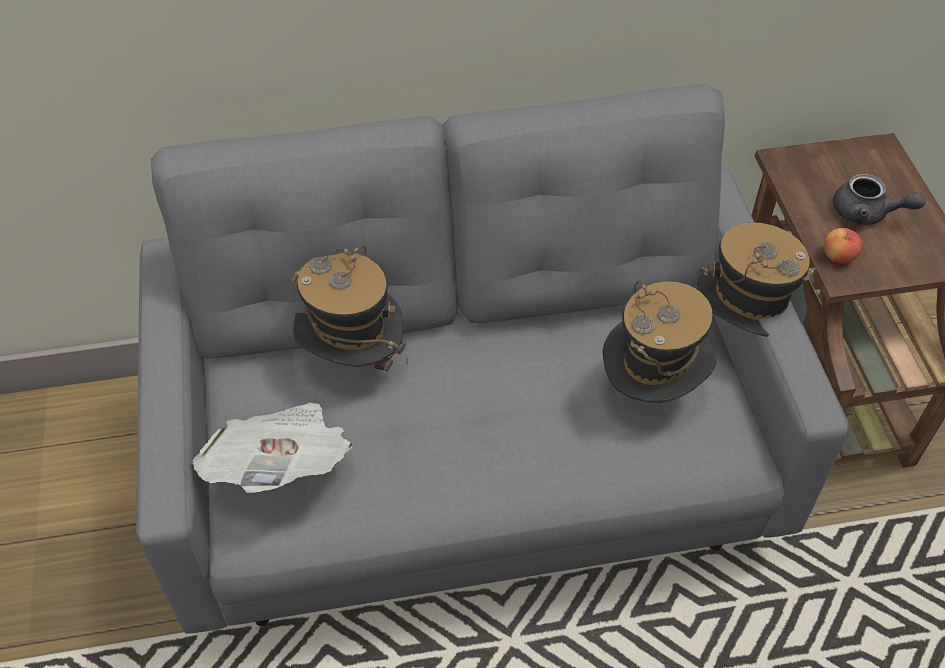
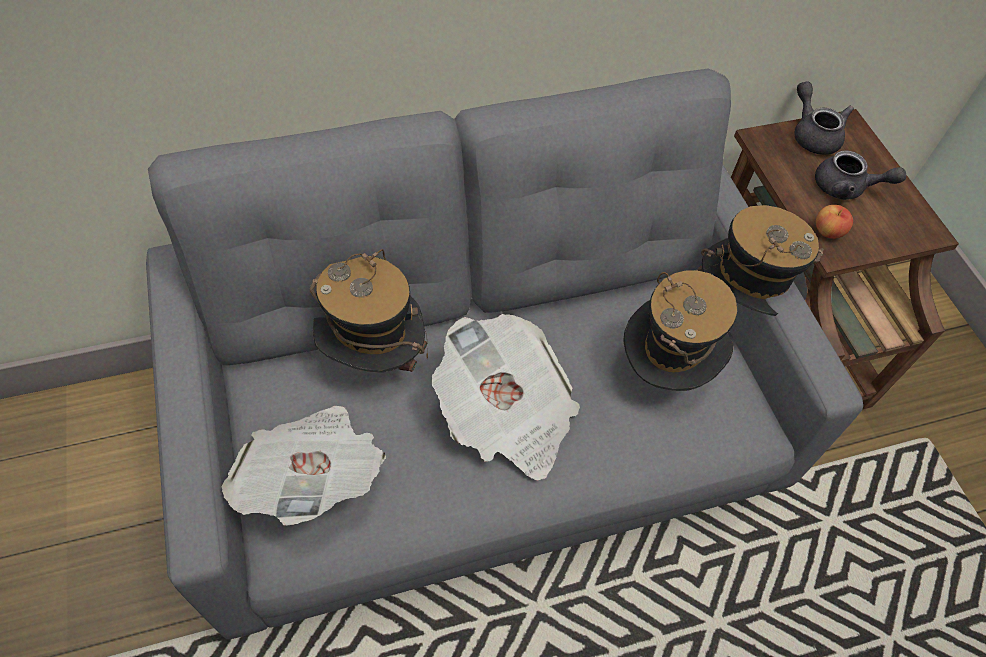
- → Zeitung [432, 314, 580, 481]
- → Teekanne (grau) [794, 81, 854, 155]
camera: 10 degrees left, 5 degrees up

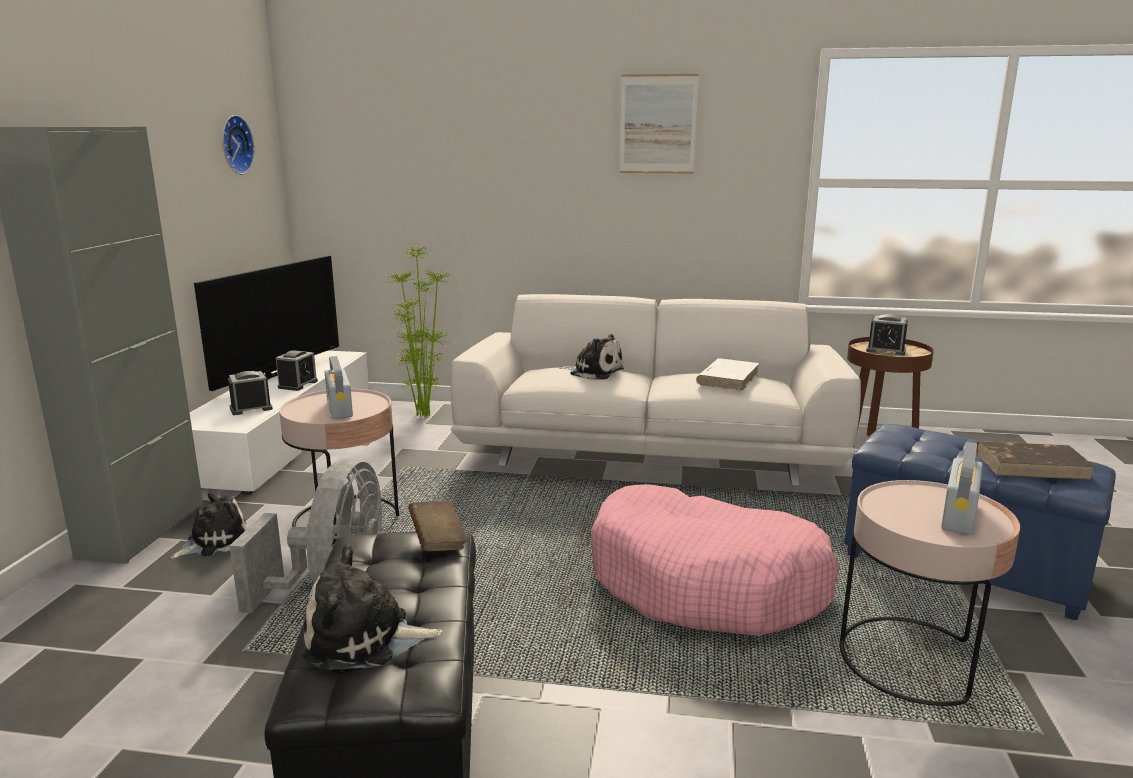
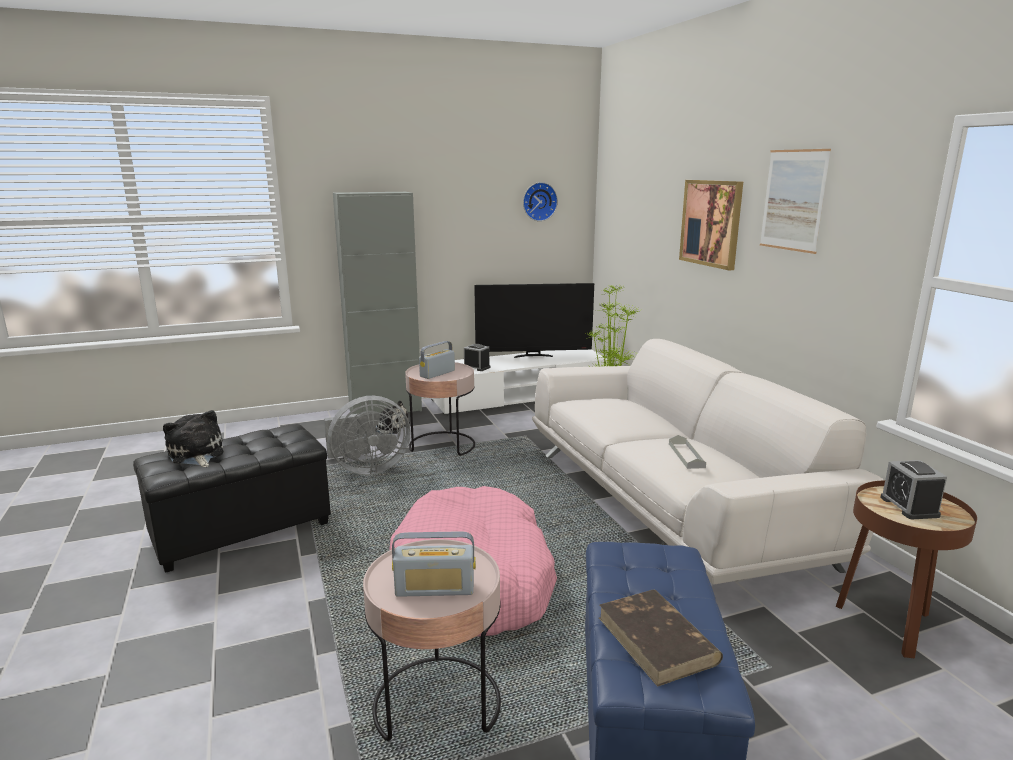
Wecker [276, 350, 318, 391] → -
Buch (braun) [408, 501, 467, 551] → -
Plüschtier [559, 334, 624, 380] → -
- → Bild [679, 180, 743, 270]
Buch (weiß) [696, 358, 759, 391] → Tablett (grau) [669, 435, 706, 469]
camera: 60 degrees right, 0 degrees up

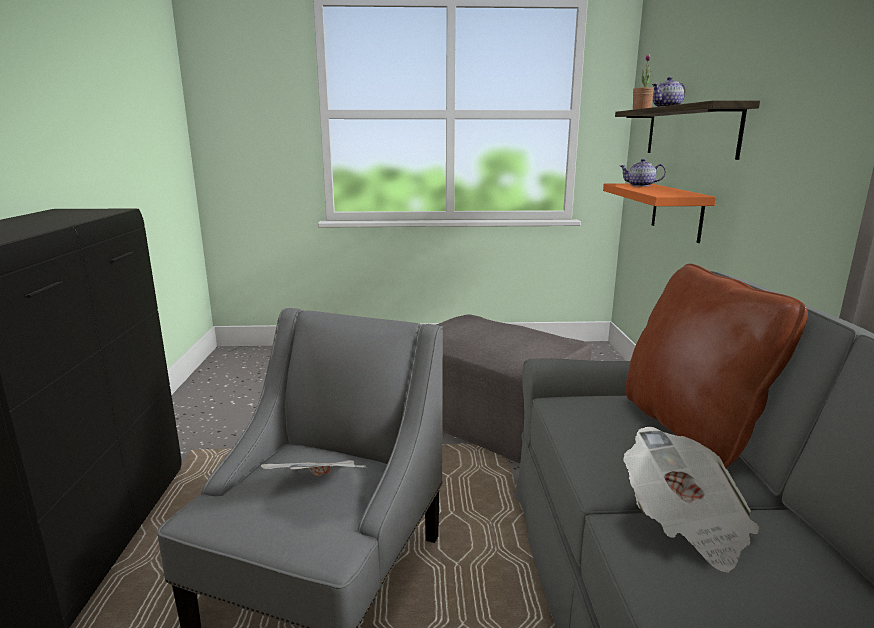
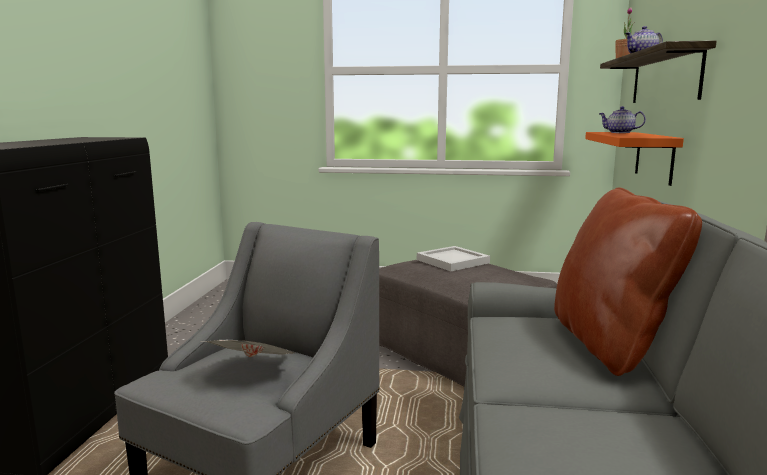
Zeitung [623, 427, 760, 573] → -
- → Tablett (weiß) [417, 246, 490, 271]
camera: 10 degrees right, 5 degrees down

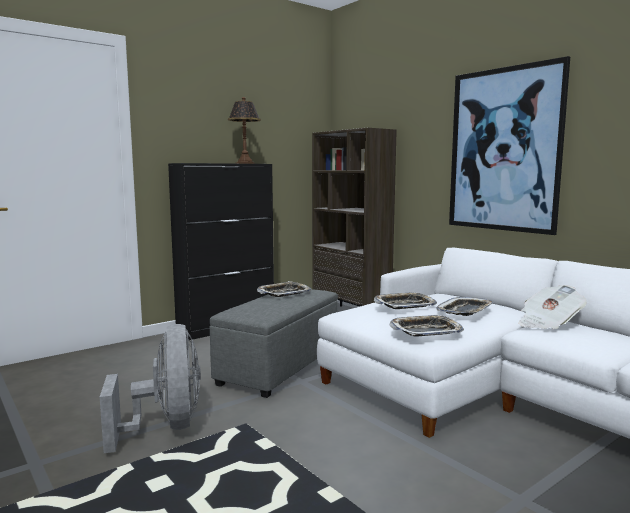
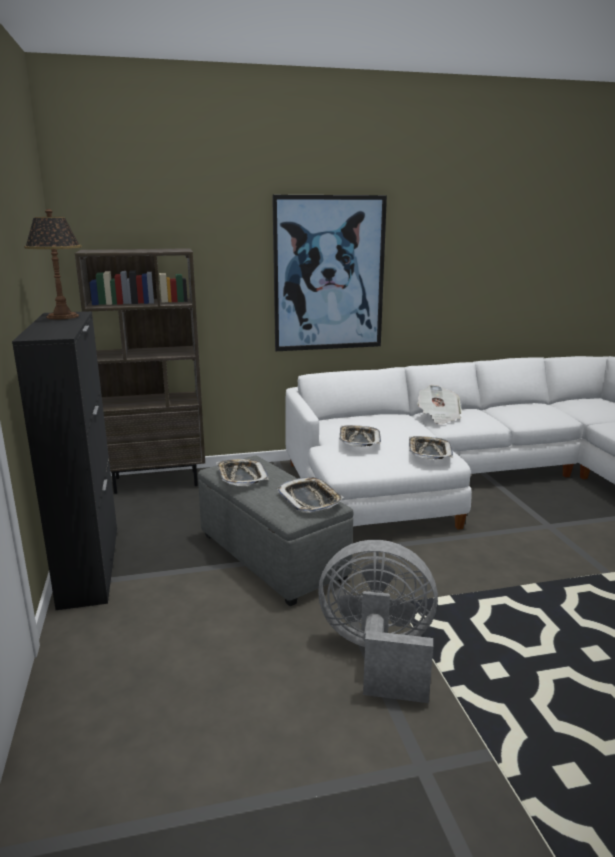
Tablett [436, 297, 494, 316] → Tablett [277, 477, 344, 513], relocated
camera: 65 degrees left, 10 degrees up

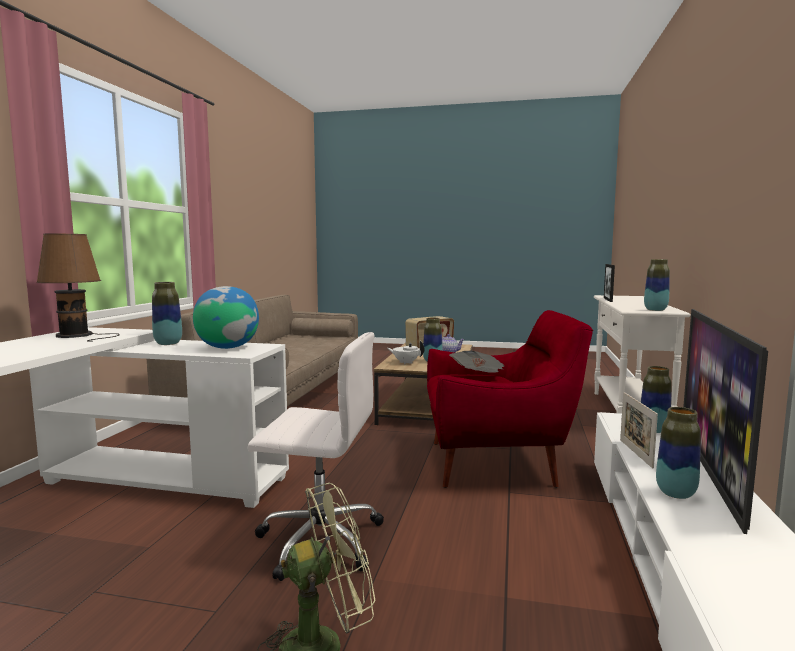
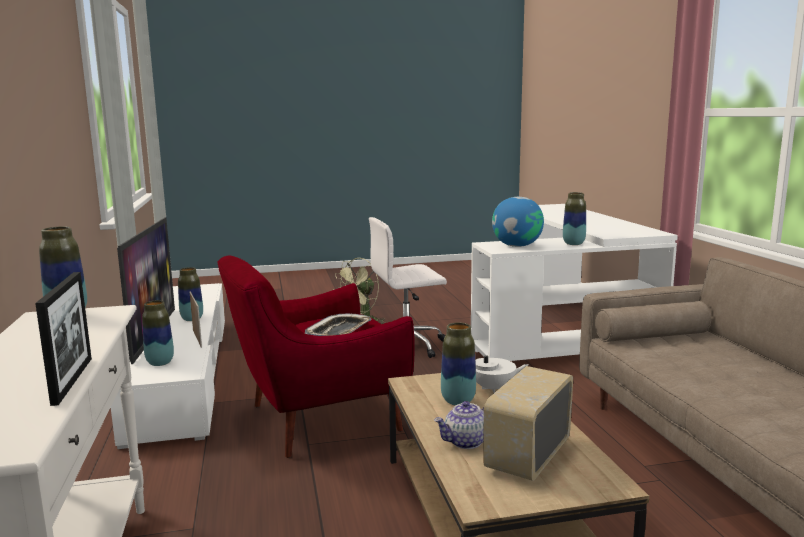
Tischlampe (braun) [36, 234, 120, 342] → -
Zeitung [449, 351, 504, 373] → Tablett [305, 314, 372, 336]
camera: 155 degrees right, 5 degrees up

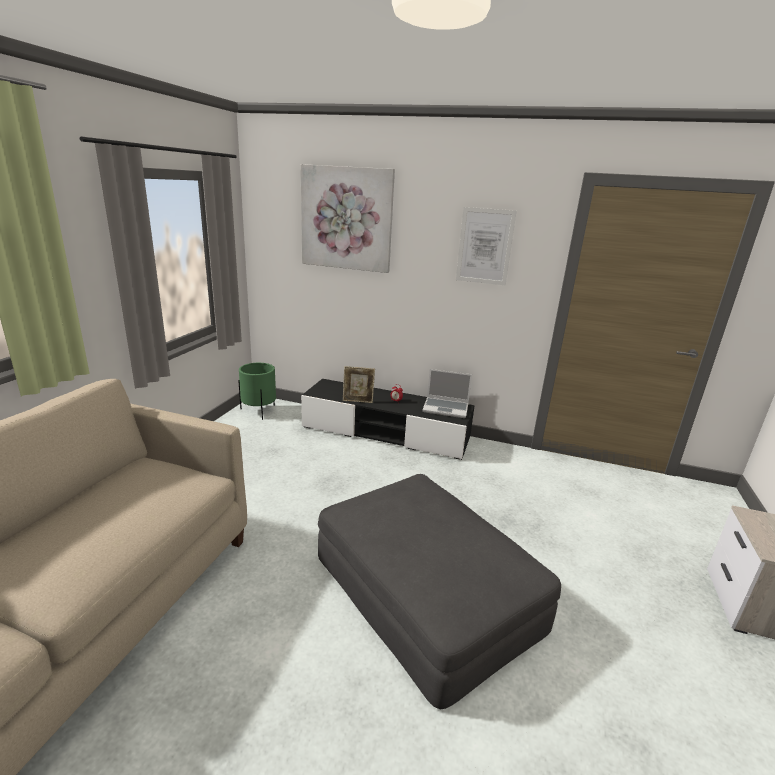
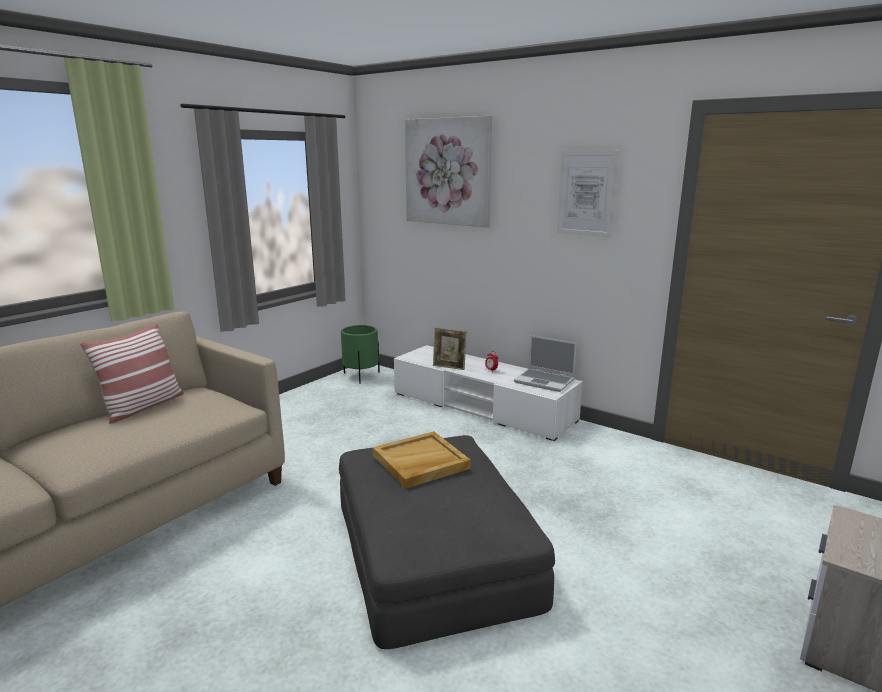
- → Kissen [80, 323, 184, 424]
- → Tablett (beige) [373, 431, 471, 489]
Fernsehschrank (schwarz) [301, 379, 475, 460] → Fernsehschrank (weiß) [394, 345, 583, 441]
camera: 20 degrees right, 5 degrees down

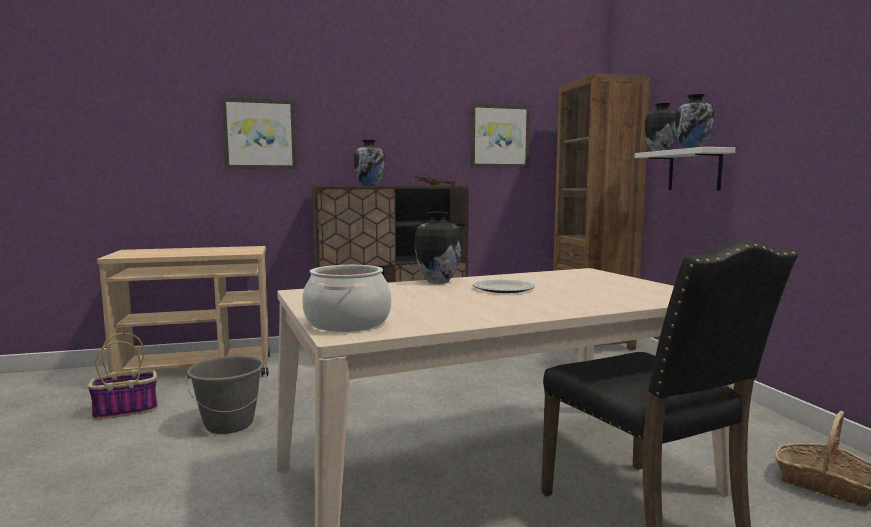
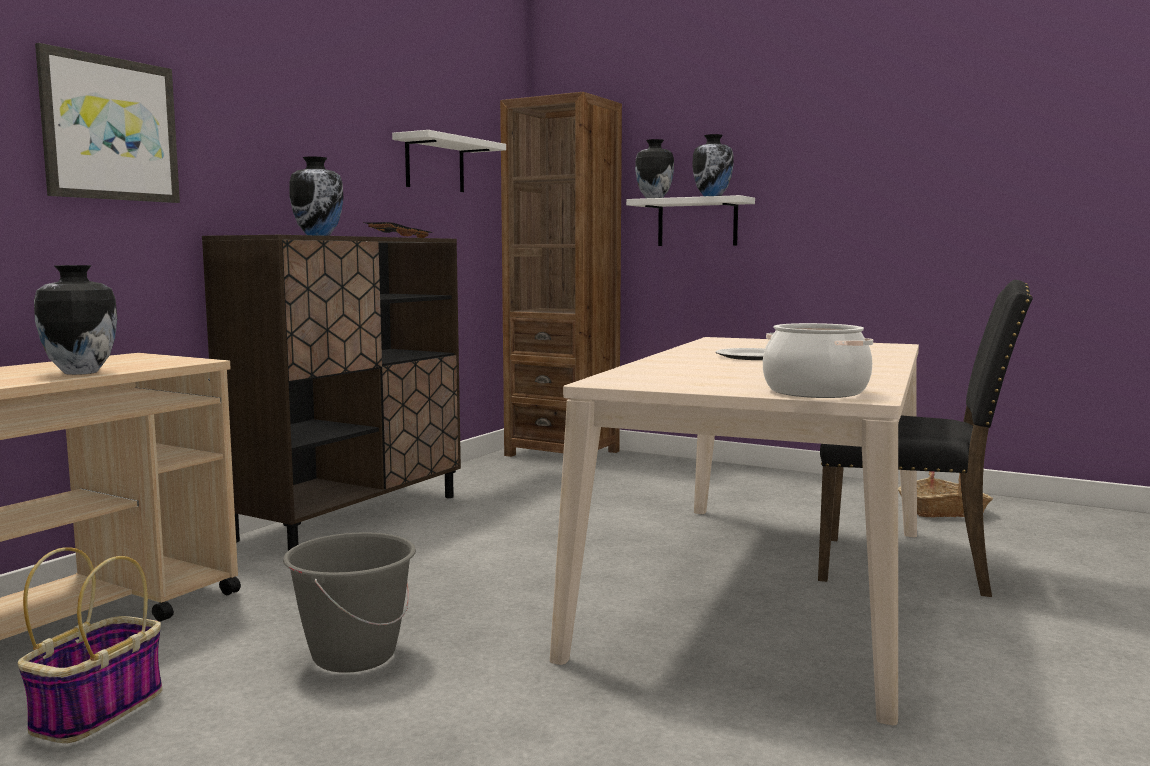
Vase [415, 212, 462, 284] → Vase [34, 265, 117, 375], relocated
Bild [470, 103, 530, 168] → Wandregal (weiß) [392, 130, 506, 192]
camera: 45 degrees left, 0 degrees up

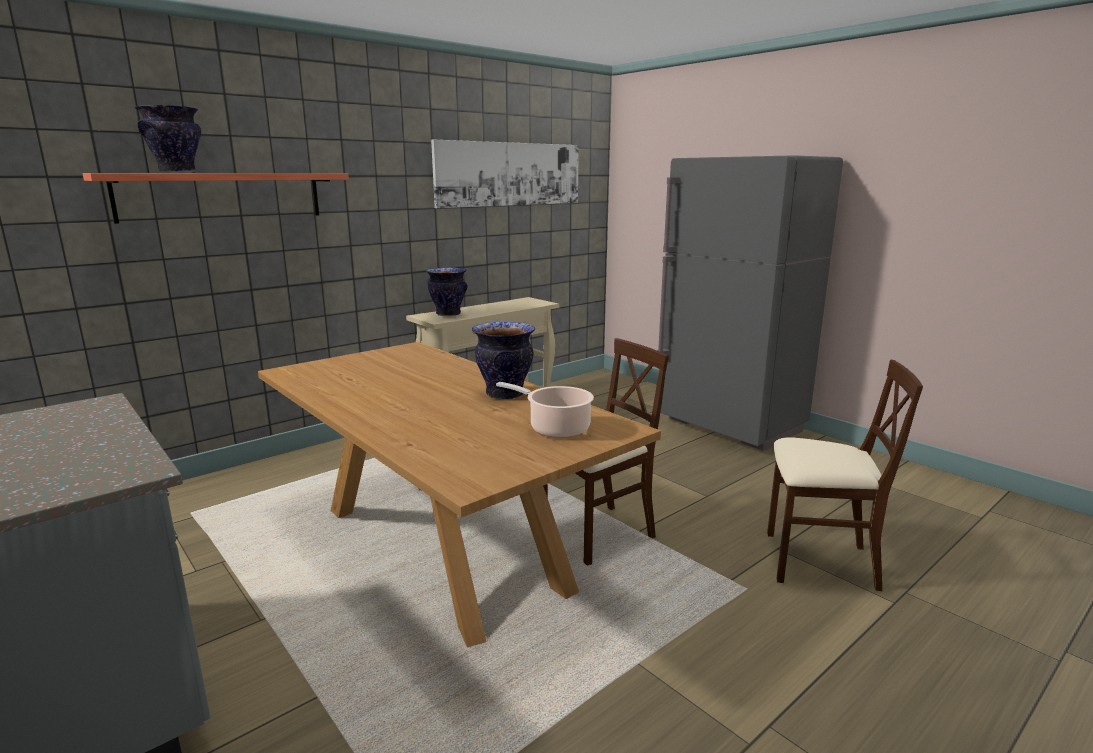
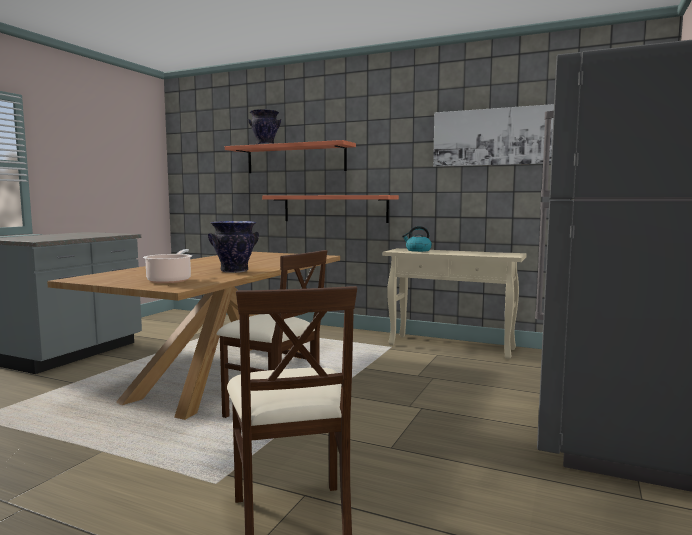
- → Wandregal [262, 195, 399, 223]
Vase [426, 268, 467, 316] → Wasserkessel [402, 226, 432, 252]
camera: 65 degrees right, 10 degrees down

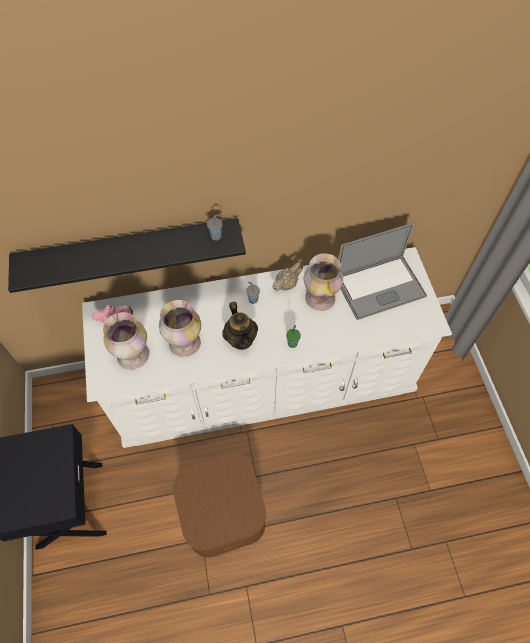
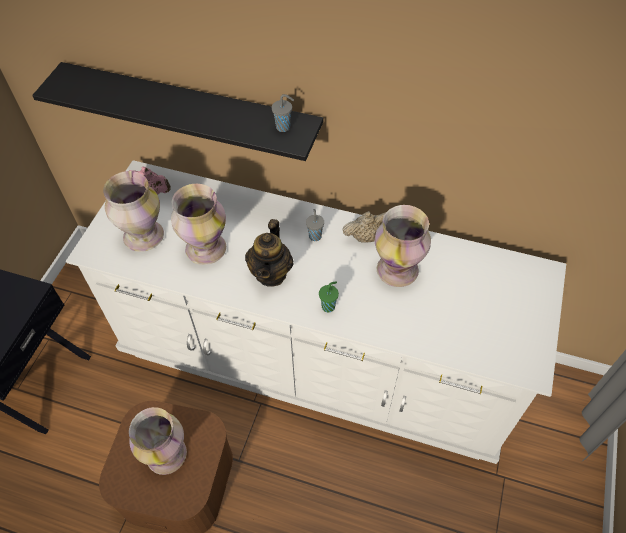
Laptop [338, 223, 427, 320] → -
- → Vase [129, 407, 187, 475]
camera: 30 degrees right, 5 degrees down

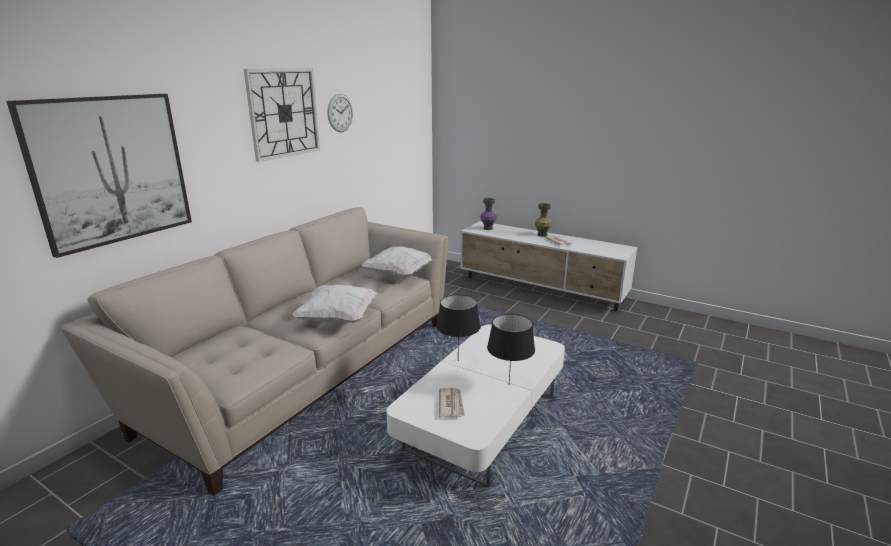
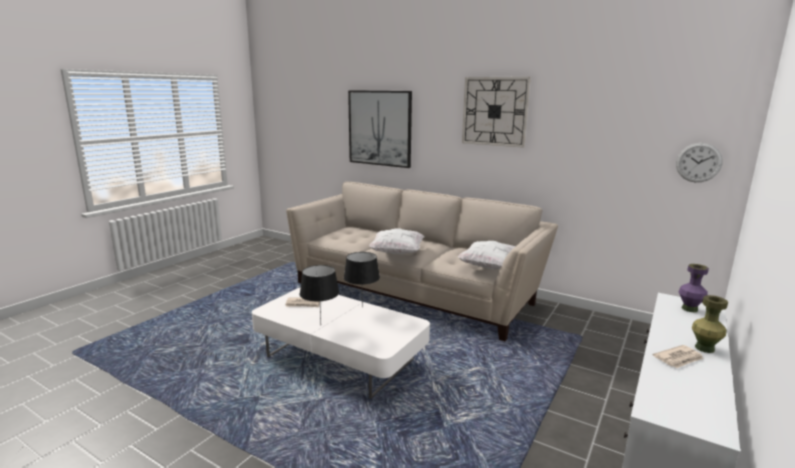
Wanduhr [328, 94, 353, 132] → Wanduhr [676, 143, 723, 182], relocated
camera: 90 degrees right, 5 degrees down

